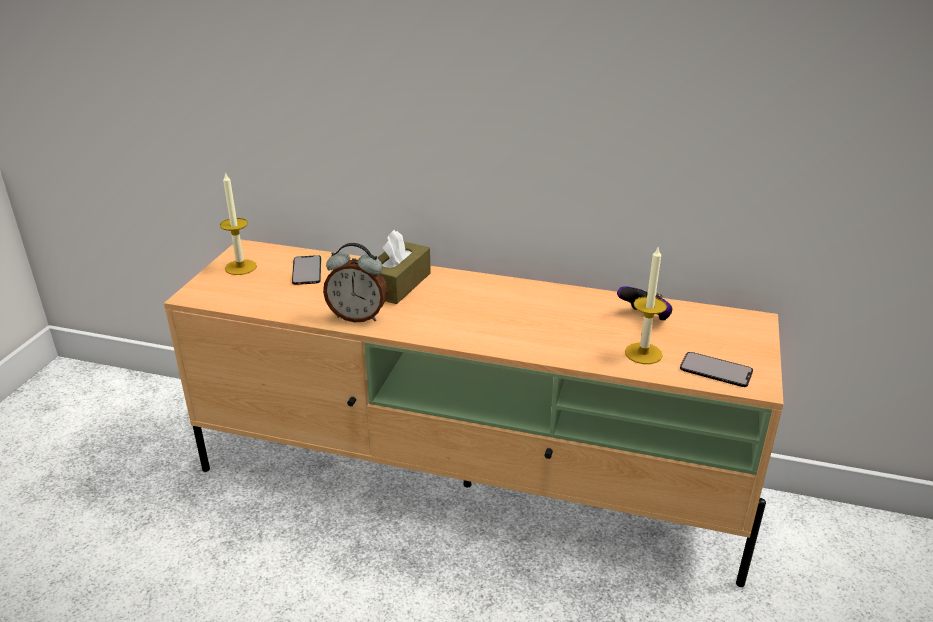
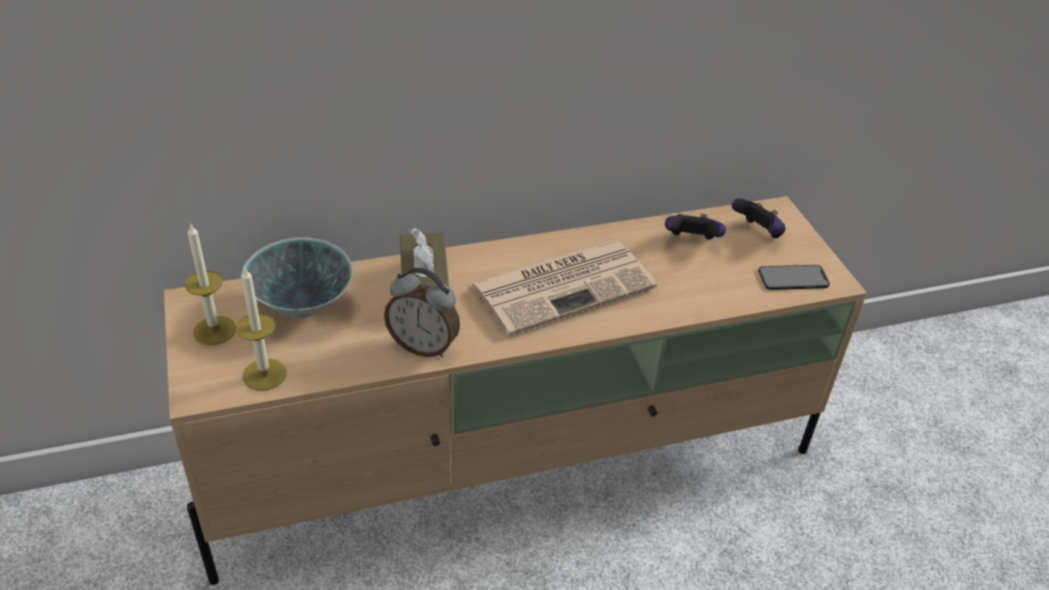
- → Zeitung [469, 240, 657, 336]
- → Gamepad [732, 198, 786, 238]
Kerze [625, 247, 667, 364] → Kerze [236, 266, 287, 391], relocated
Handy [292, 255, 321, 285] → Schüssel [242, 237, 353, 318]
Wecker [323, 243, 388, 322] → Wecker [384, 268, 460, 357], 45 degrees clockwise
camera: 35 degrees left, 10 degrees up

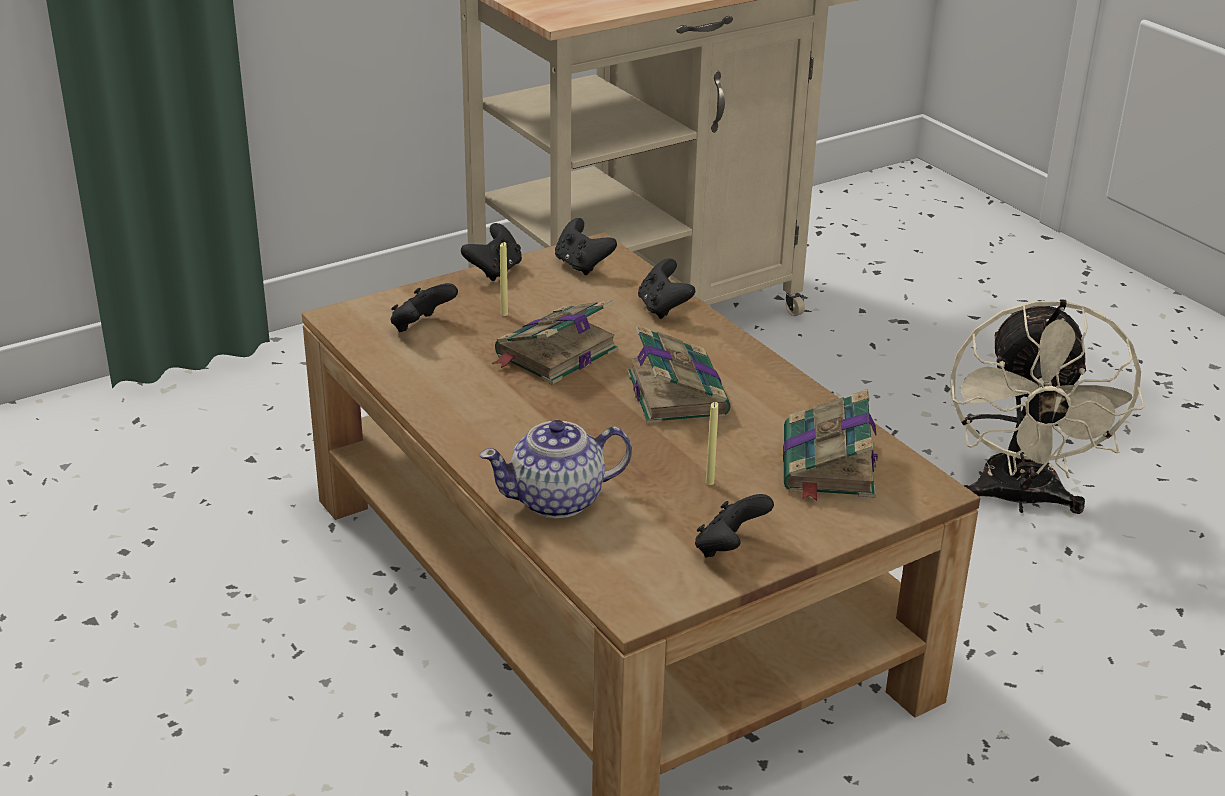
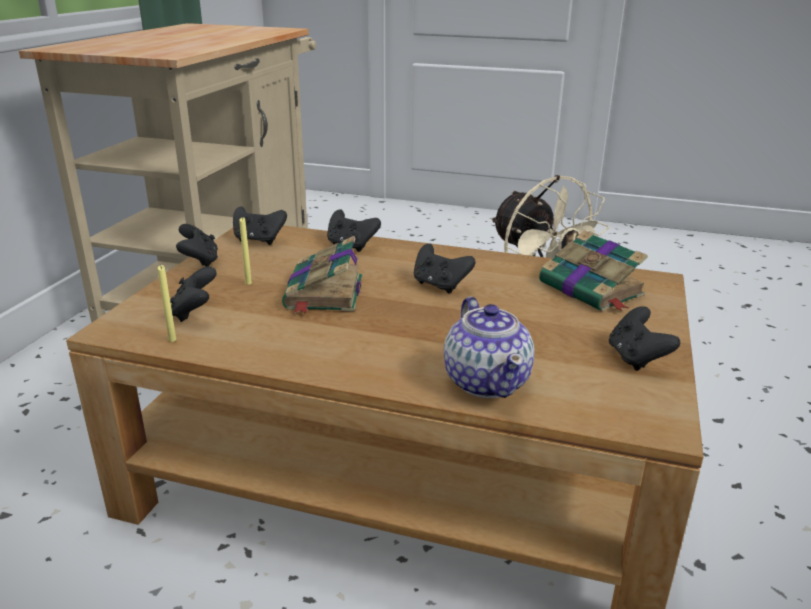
Kerze (gelb) [706, 402, 718, 485] → Kerze (gelb) [158, 265, 176, 342], relocated
Buch [627, 325, 731, 424] → Gamepad (schwarz) [414, 244, 476, 293]
Teekanne [479, 420, 632, 518] → Teekanne [444, 297, 534, 398], 45 degrees counterclockwise
camera: 40 degrees left, 5 degrees down

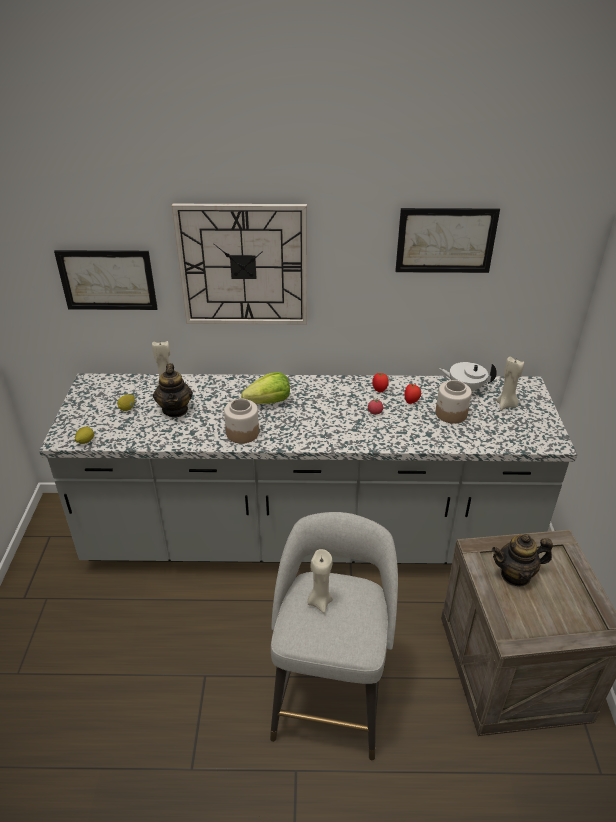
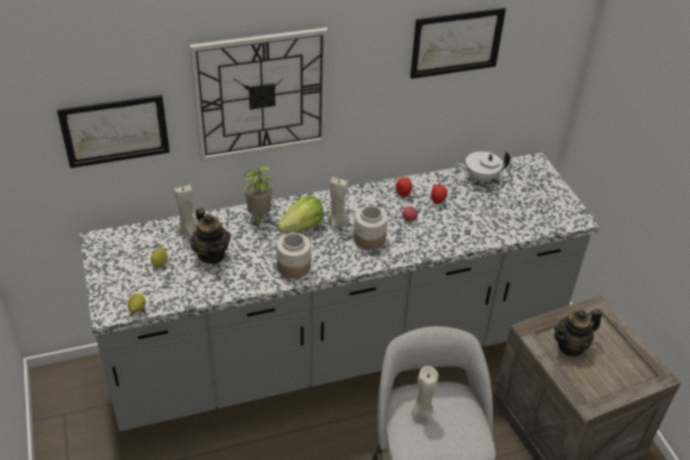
- → Topfpflanze [243, 166, 272, 228]
Vorratsglas [436, 380, 472, 423] → Vorratsglas [354, 206, 388, 250], relocated
Kerze (beige) [497, 357, 524, 410] → Kerze (beige) [328, 177, 350, 229], relocated
camera: 20 degrees left, 5 degrees up

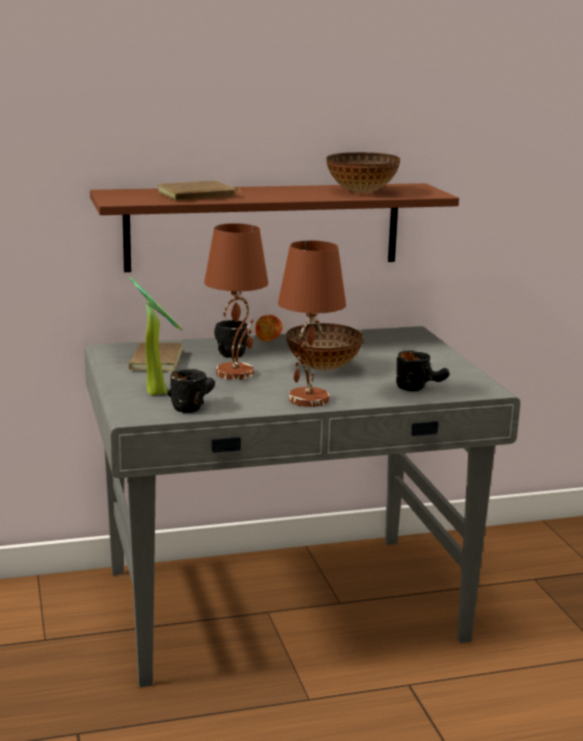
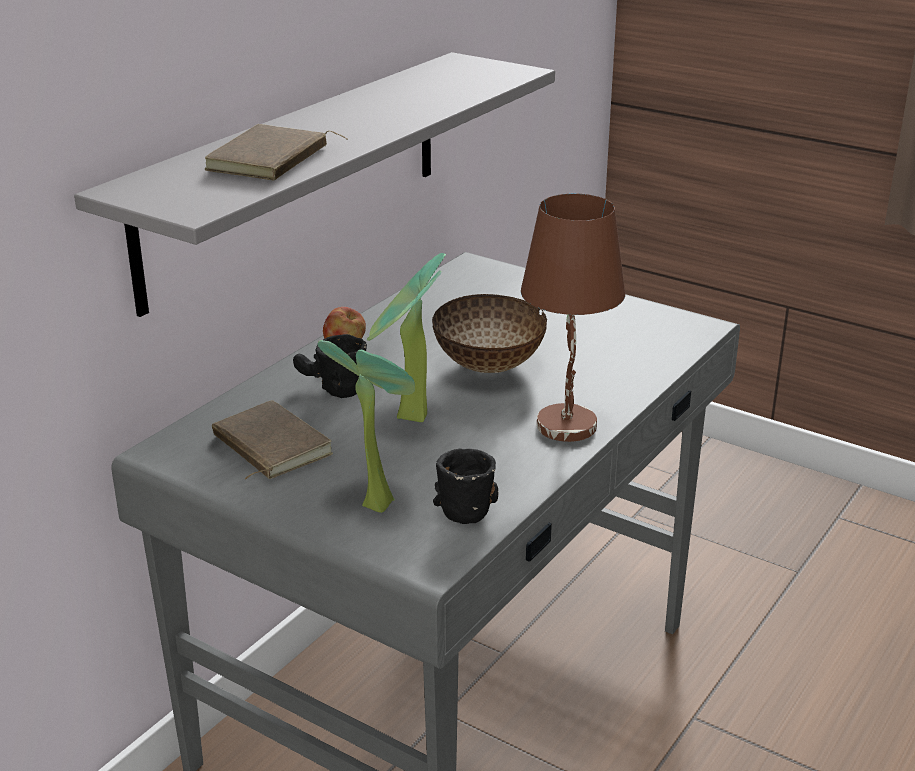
Schüssel [326, 152, 400, 192] → -
Henkelbecher (schwarz) [396, 350, 449, 391] → -
Tischlampe (braun) [204, 223, 268, 380] → Topfpflanze [367, 253, 446, 422]
Wandregal (braun) [90, 183, 459, 272] → Wandregal (grau) [74, 52, 555, 317]
camera: 40 degrees left, 10 degrees up

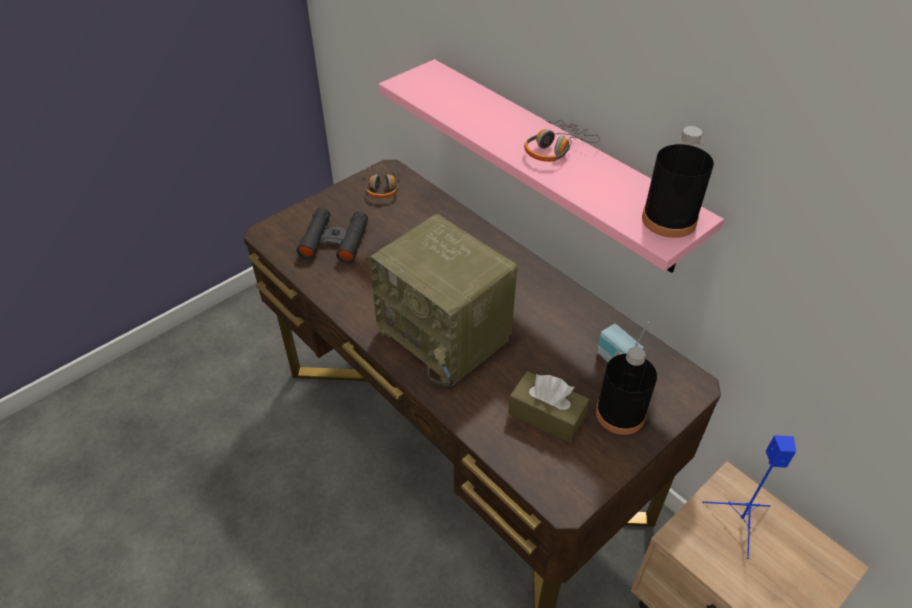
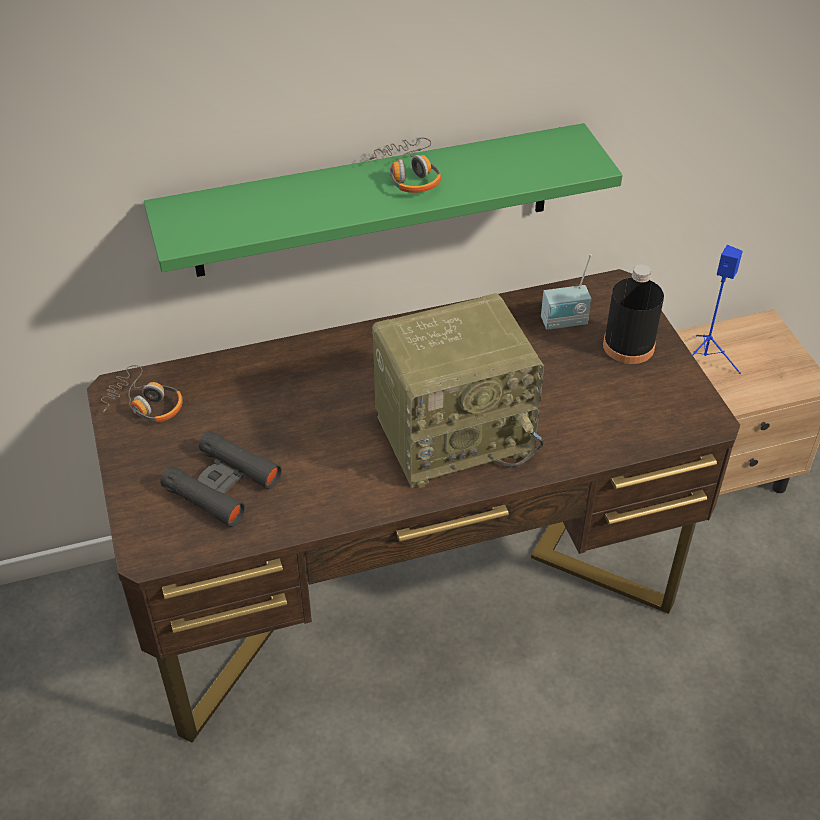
Taschentuchbox (braun) [508, 371, 590, 443] → -
Flasche (schwarz) [642, 126, 714, 238] → -
Wandregal (rosa) [379, 59, 724, 273] → Wandregal (grün) [144, 123, 623, 277]
camera: 65 degrees left, 0 degrees up

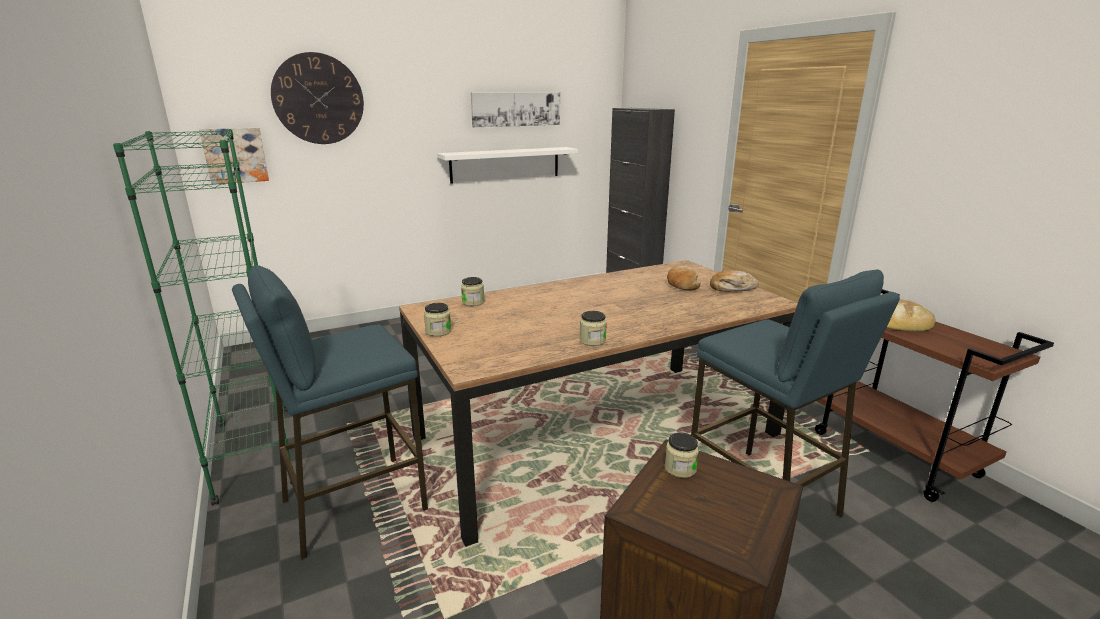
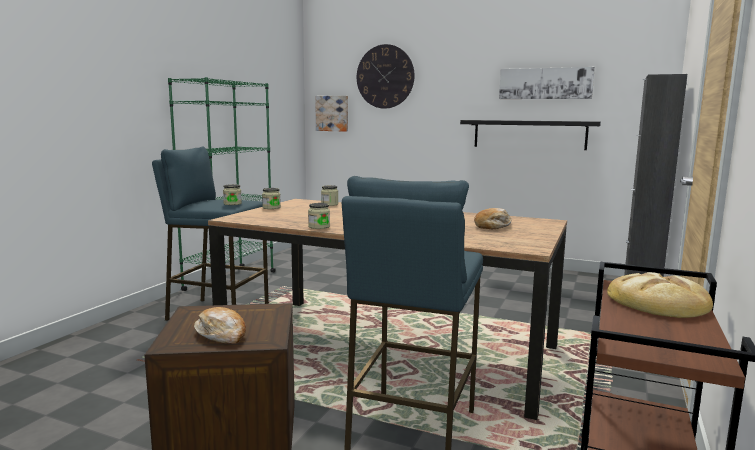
Vorratsglas [665, 433, 699, 478] → Vorratsglas [223, 184, 242, 205], relocated
Brot [710, 270, 759, 292] → Brot [194, 307, 246, 344], relocated
Wandregal (weiß) [437, 147, 578, 184] → Wandregal (schwarz) [460, 120, 601, 150]
camera: 50 degrees right, 10 degrees down

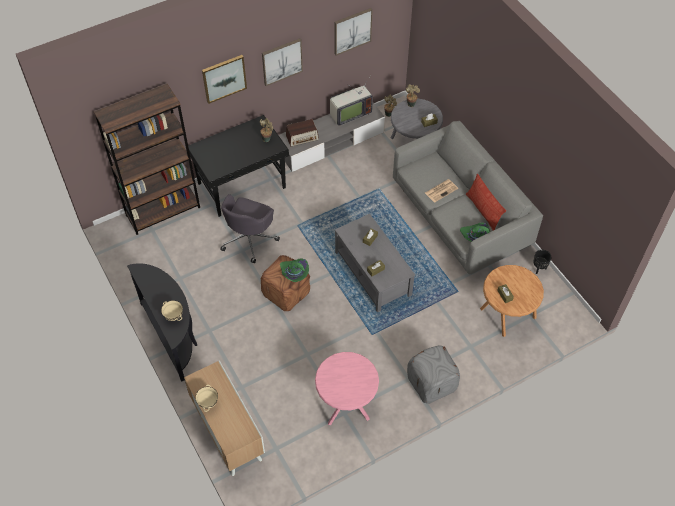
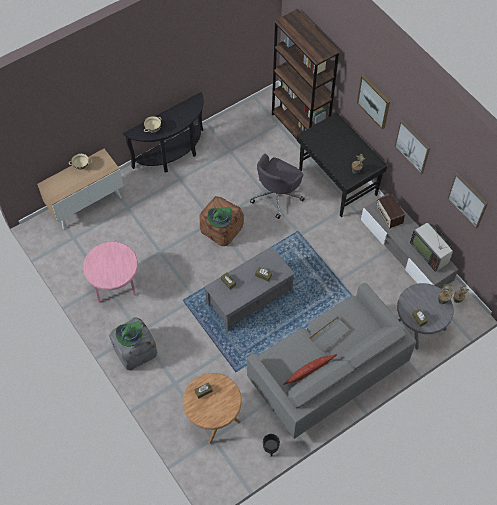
Hut (grün) [460, 223, 490, 242] → Hut (grün) [115, 321, 142, 347], relocated
Zeitung [425, 180, 458, 203] → Tablett (grau) [309, 317, 351, 352]
Bürostuhl (grau) [220, 194, 280, 263] → Bürostuhl (grau) [250, 154, 305, 219], 75 degrees counterclockwise
camera: 85 degrees right, 5 degrees up

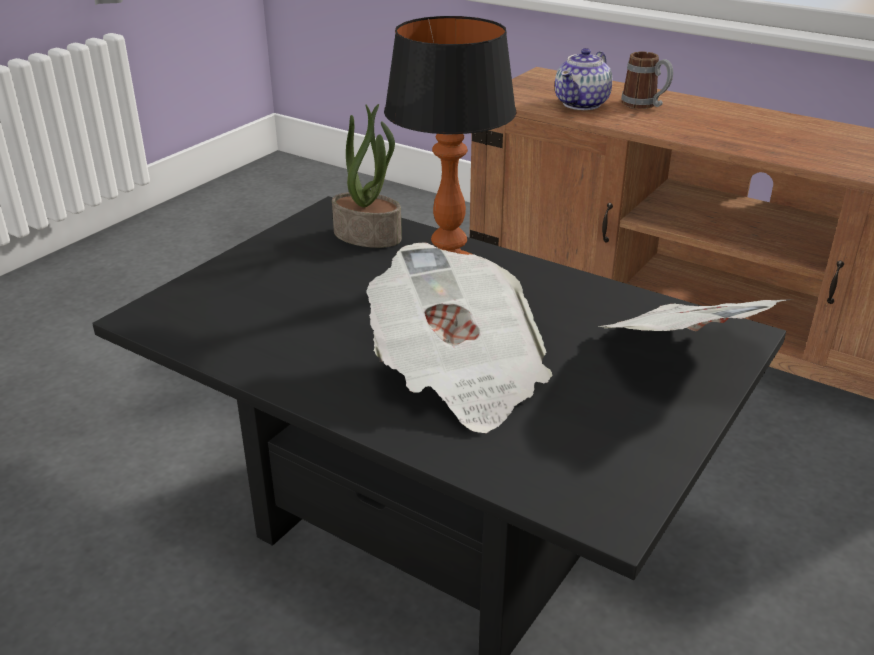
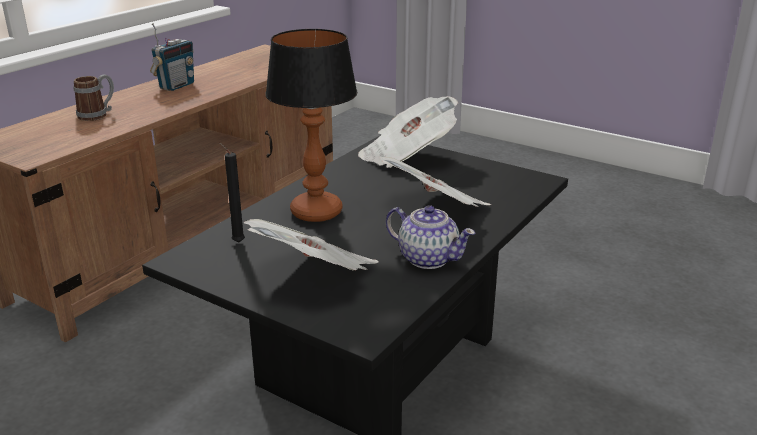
- → Radio [150, 23, 194, 91]
- → Zeitung [244, 219, 379, 271]
Teekanne [555, 48, 612, 110] → Teekanne [386, 205, 475, 269], relocated
Topfpflanze [332, 104, 402, 248] → Kerze (schwarz) [219, 143, 245, 243]
camera: 90 degrees left, 5 degrees down

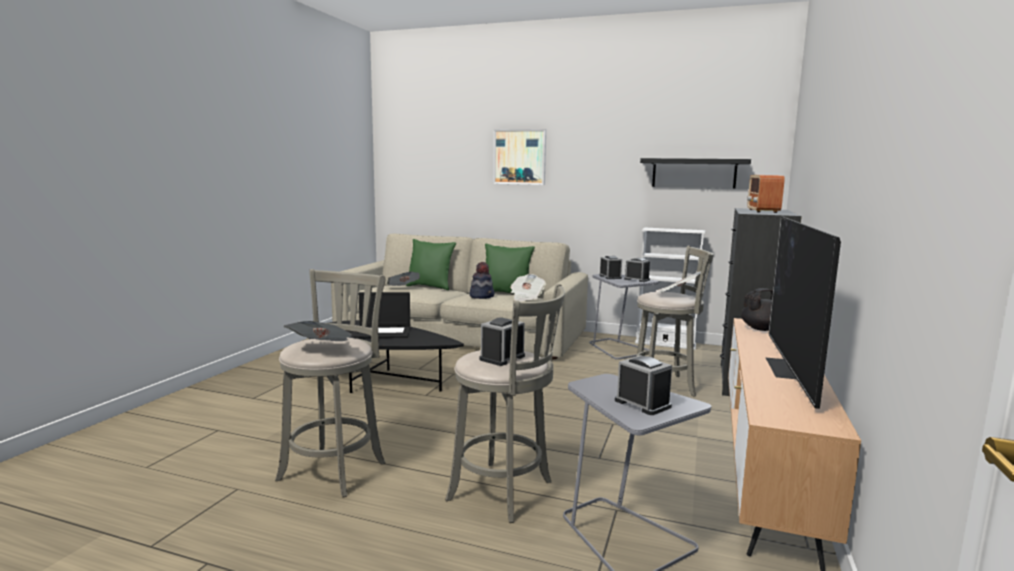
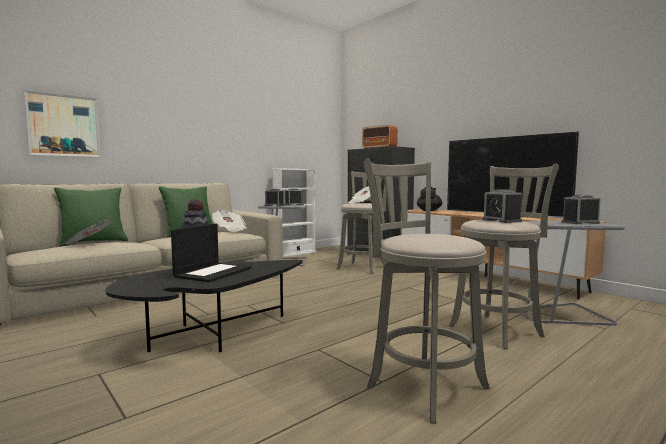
Zeitung [283, 321, 353, 341] → -
Wandregal (schwarz) [640, 158, 751, 189] → -
Bild [493, 129, 546, 185] → Bild [24, 90, 101, 157], relocated
camera: 60 degrees left, 5 degrees down

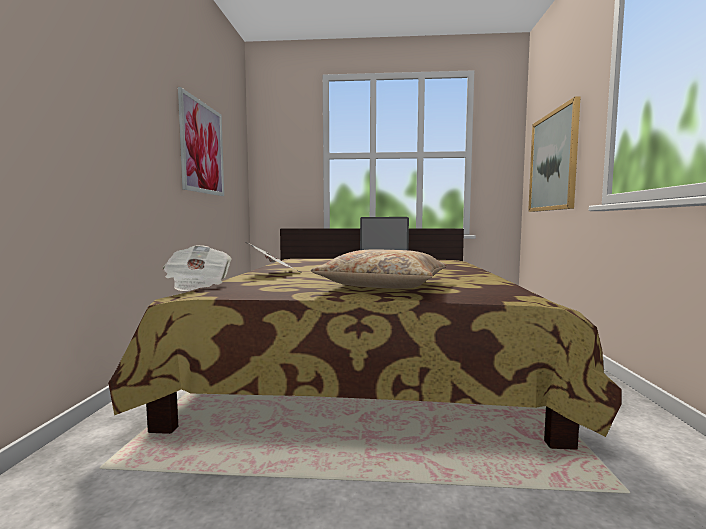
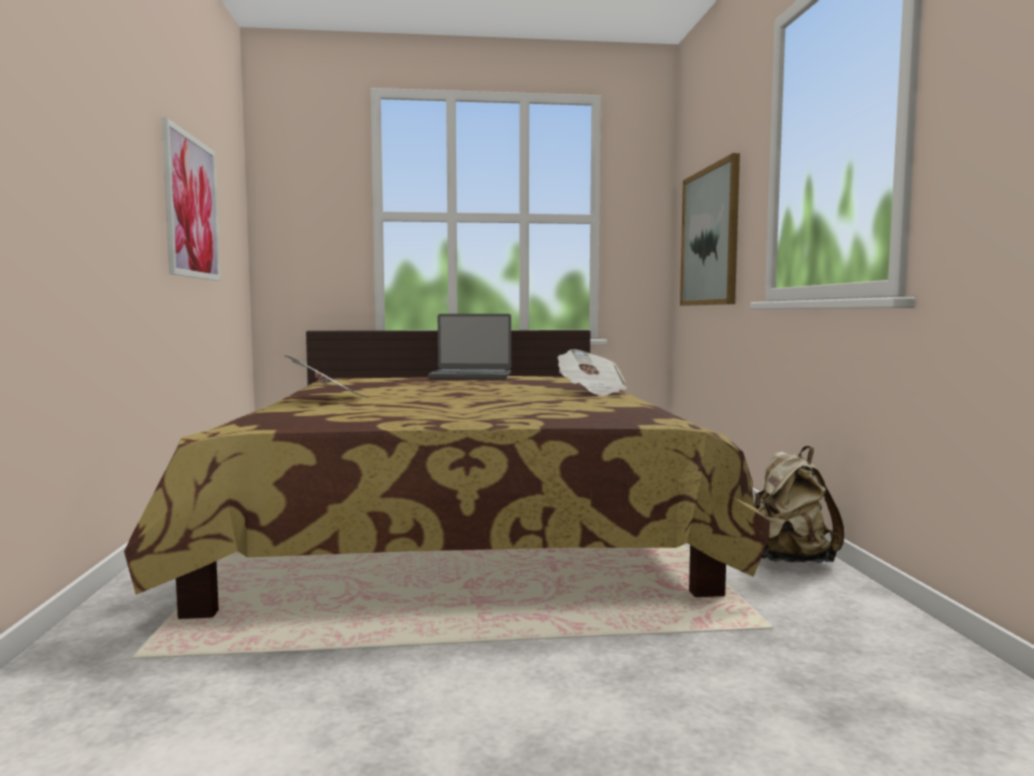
Kissen (beige) [311, 249, 447, 289] → -
- → Rucksack (beige) [753, 446, 844, 563]
Zeitung [163, 245, 232, 291] → Zeitung [558, 349, 627, 396], relocated
camera: 10 degrees left, 0 degrees up

